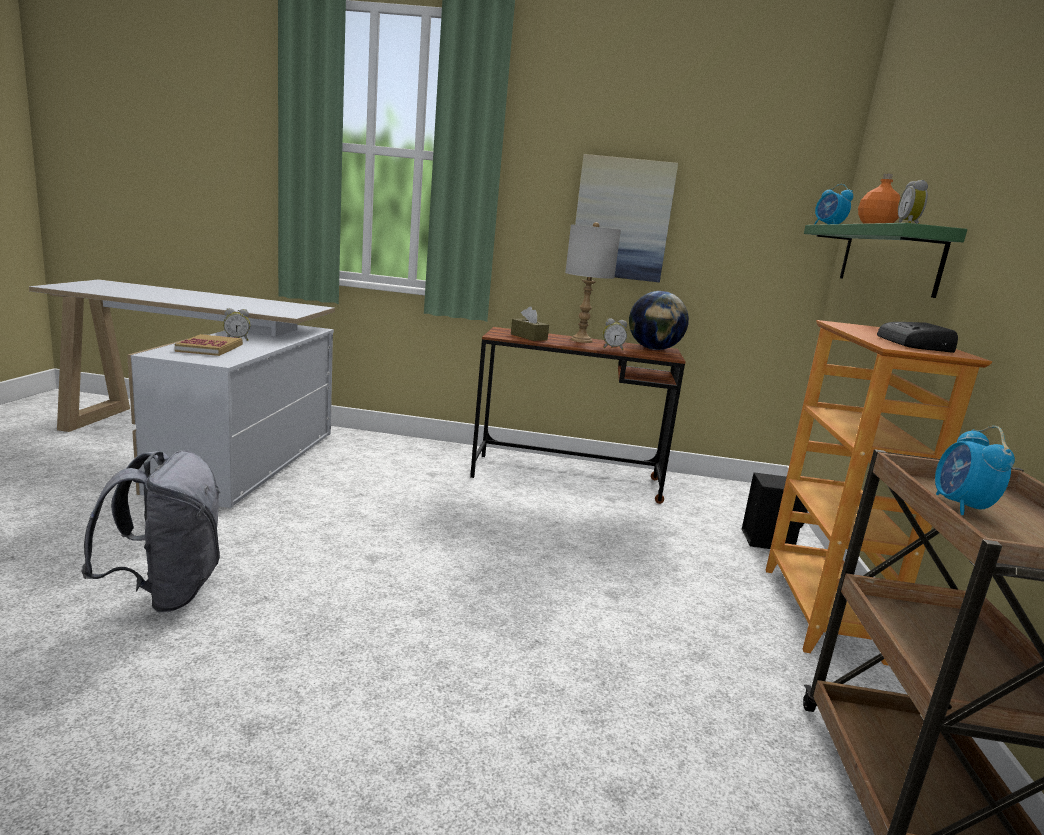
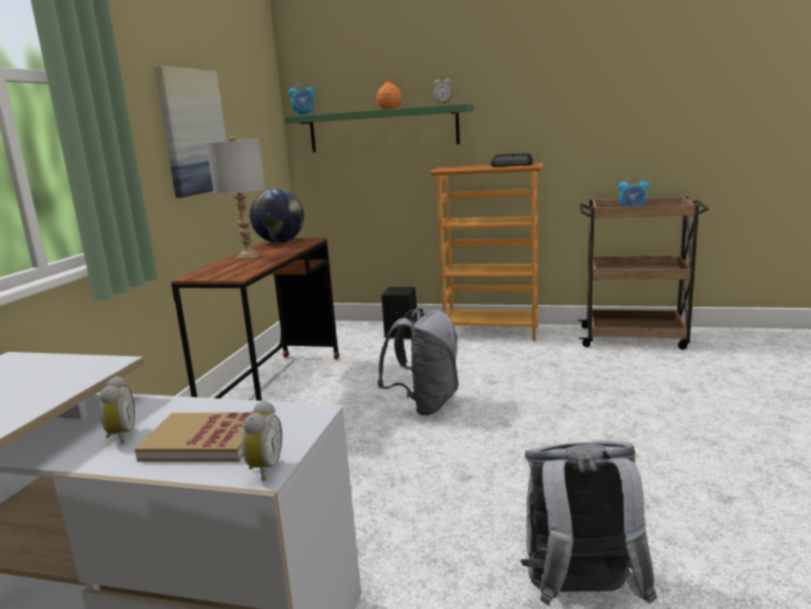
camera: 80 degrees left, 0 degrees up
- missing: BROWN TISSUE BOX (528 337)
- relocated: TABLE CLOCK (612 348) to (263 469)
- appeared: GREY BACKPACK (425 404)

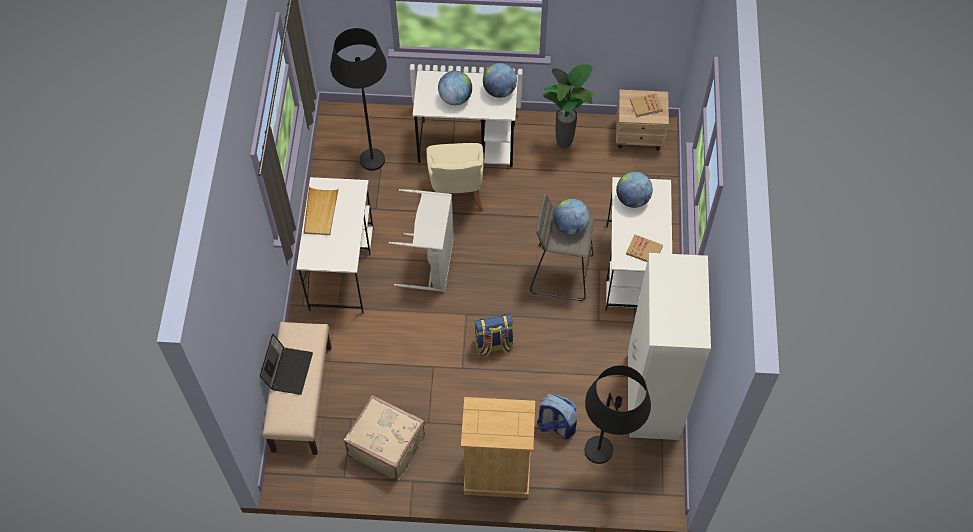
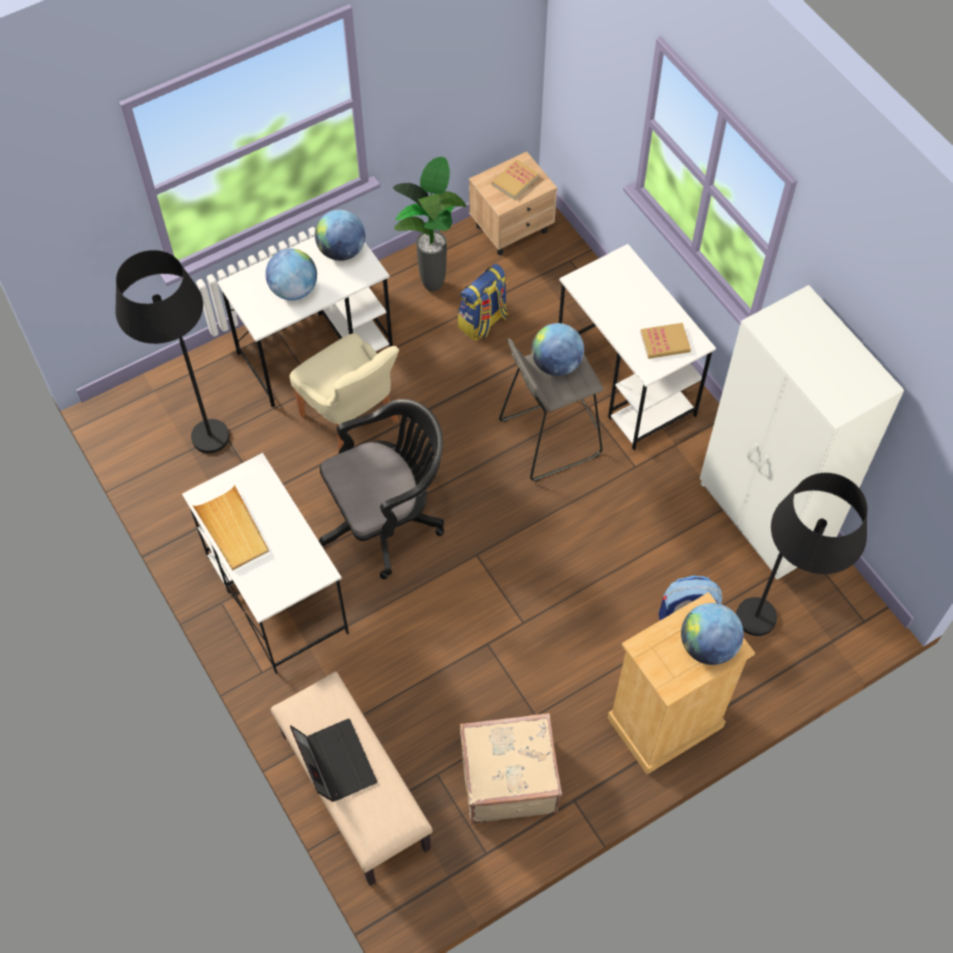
camera: 35 degrees left, 0 degrees up
- relocated: DESK GLOBE (632 199) to (707 646)
- exchanged: GREY HAMPER (432 263) to BLACK DESK CHAIR (387 519)
- relocated: BACKPACK (493 345) to (483 322)

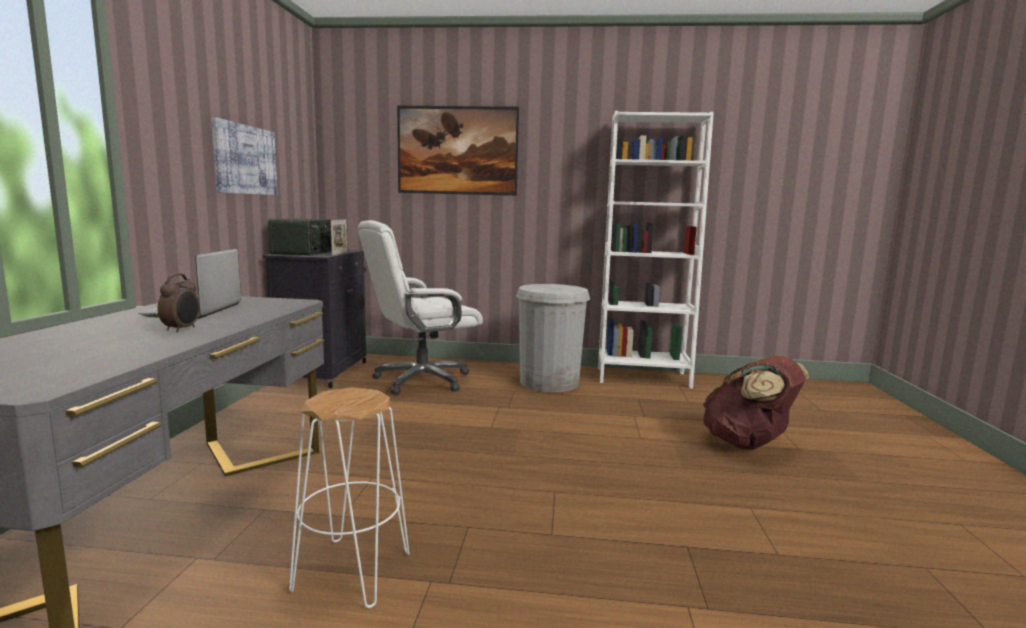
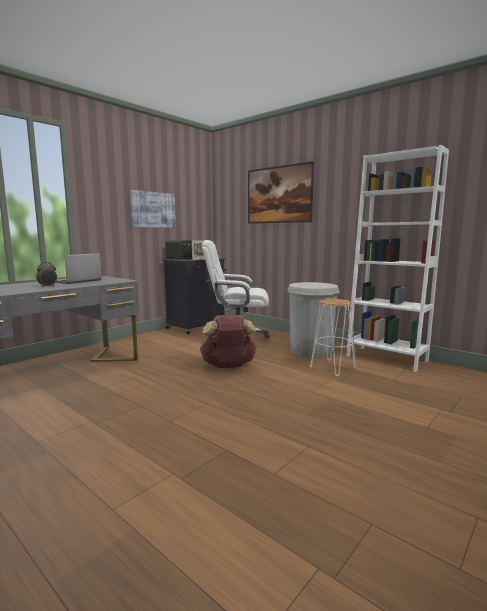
camera: 35 degrees right, 0 degrees up
- relocated: BROWN BACKPACK (748 444) to (228 366)
- relocated: WHITISH STOOL SEAT (351 572) to (332 367)

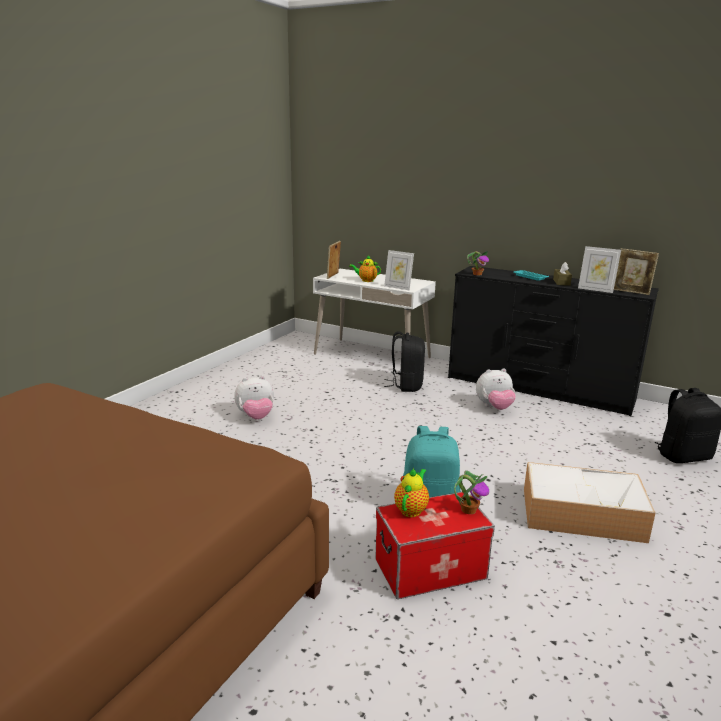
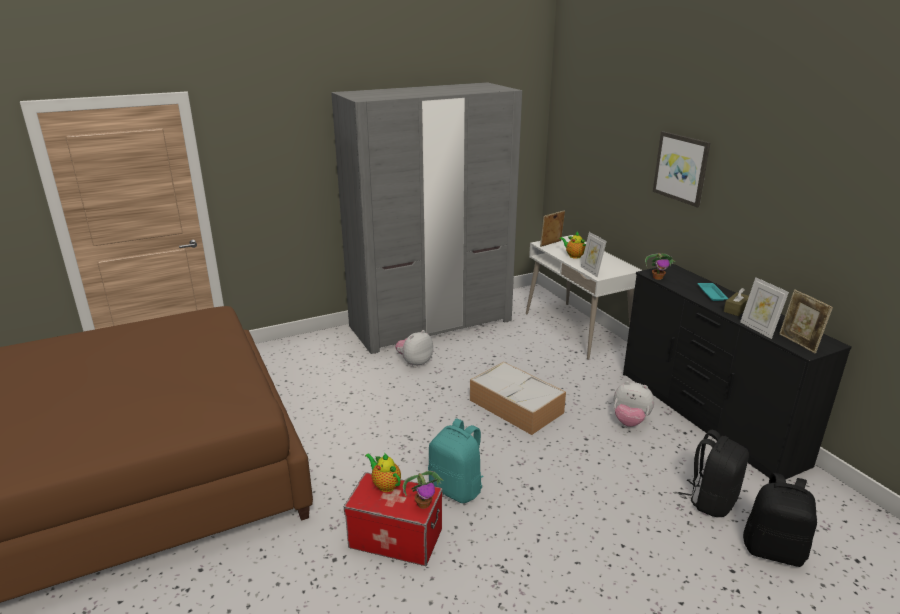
camera: 35 degrees right, 5 degrees up
- relocated: BLACK BACKPACK (406 385) to (711 500)
- spun: SOFT TOY (256 417) = (414 362) 120 degrees clockwise
- relocated: STORAGE BOX (583 514) to (517 407)
- spun: POT FOR TEA (411 509) = (385 485) 105 degrees counterclockwise
- appeared: GREY CLOTHES CUPBOARD (431 323)
- appeared: WALL PICTURE (681 168)

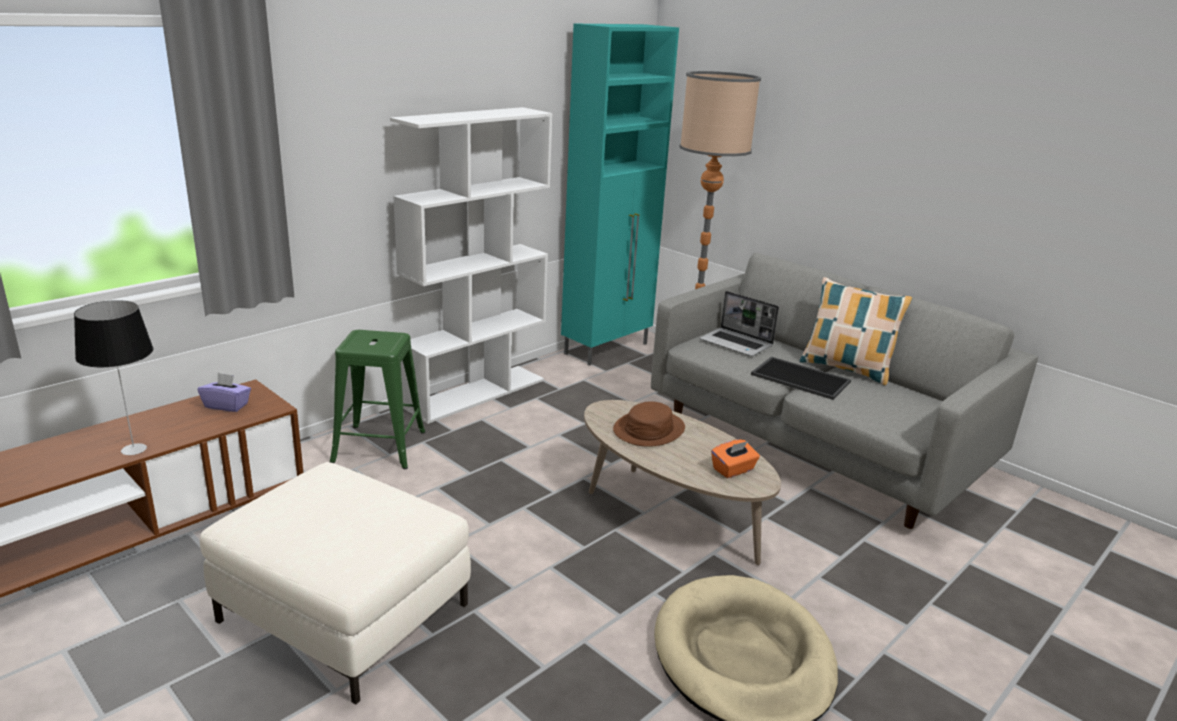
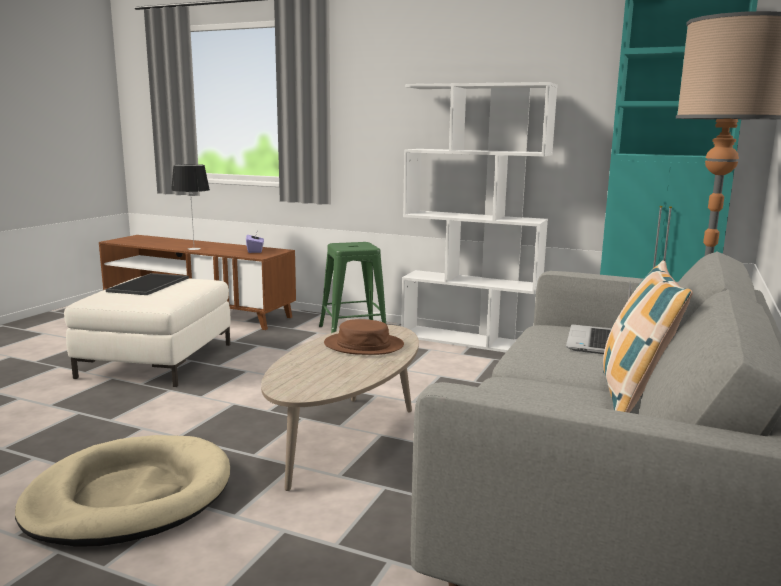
camera: 70 degrees right, 10 degrees down
- relocated: TRAY (802 378) to (149 285)
- missing: ORANGEY TISSUE BOX (733 470)

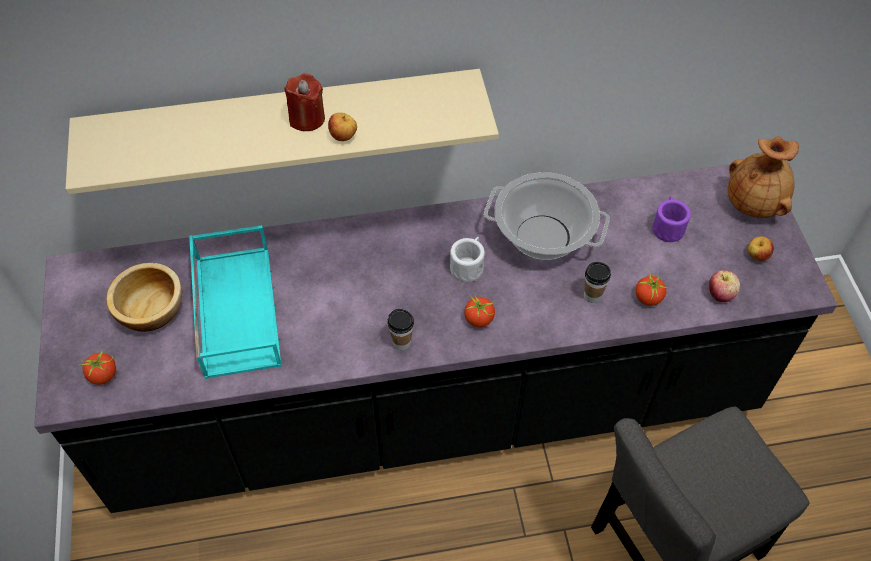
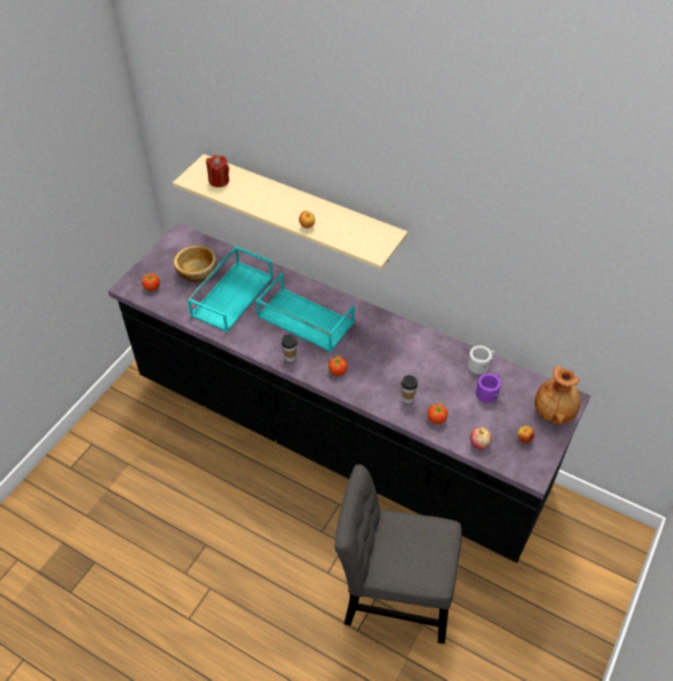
camera: 40 degrees right, 5 degrees down
- relocated: RED-COLOURED CANDLE (307 118) to (219 181)
- missing: STOCKPOT (543 237)
- relocated: WHITISH COFFEE MUG (468 266) to (480 365)
- appeared: BLUE-GREEN TRAY (304 320)

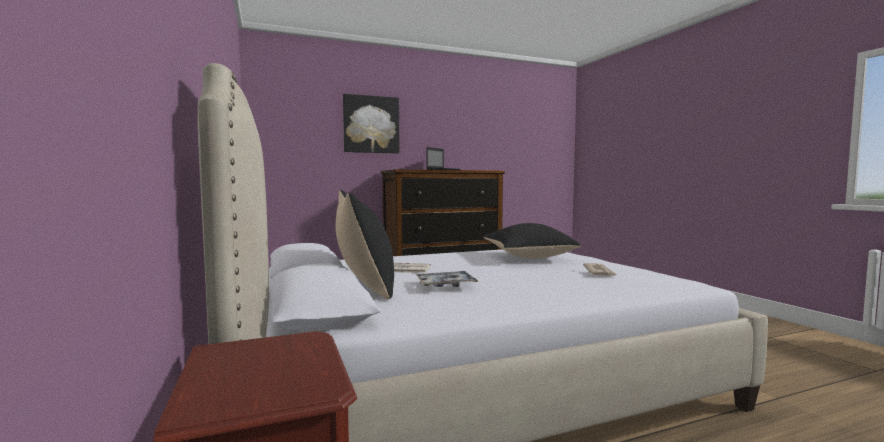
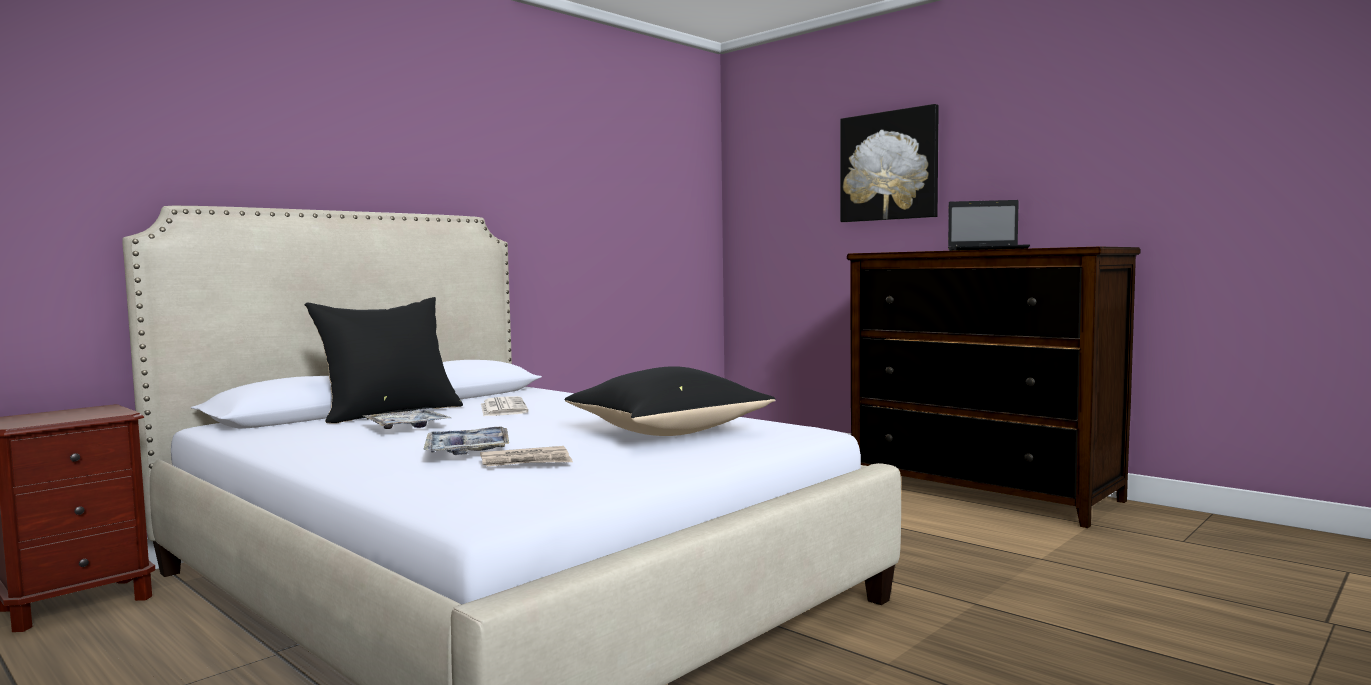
camera: 65 degrees right, 0 degrees up
- appeared: TRAY (467 450)

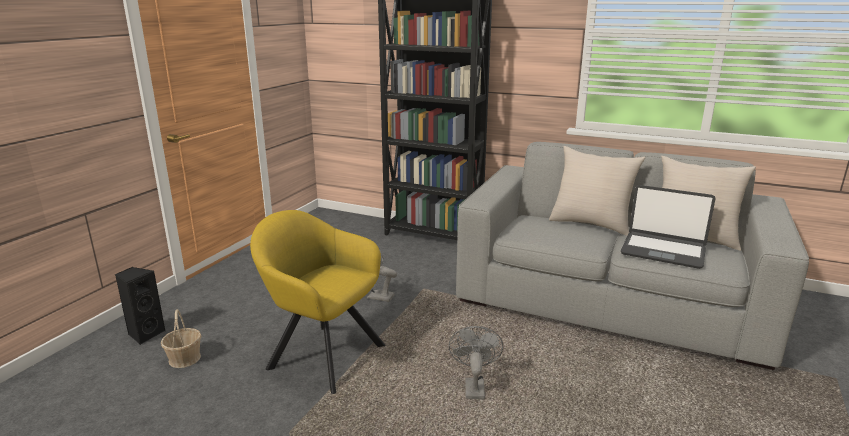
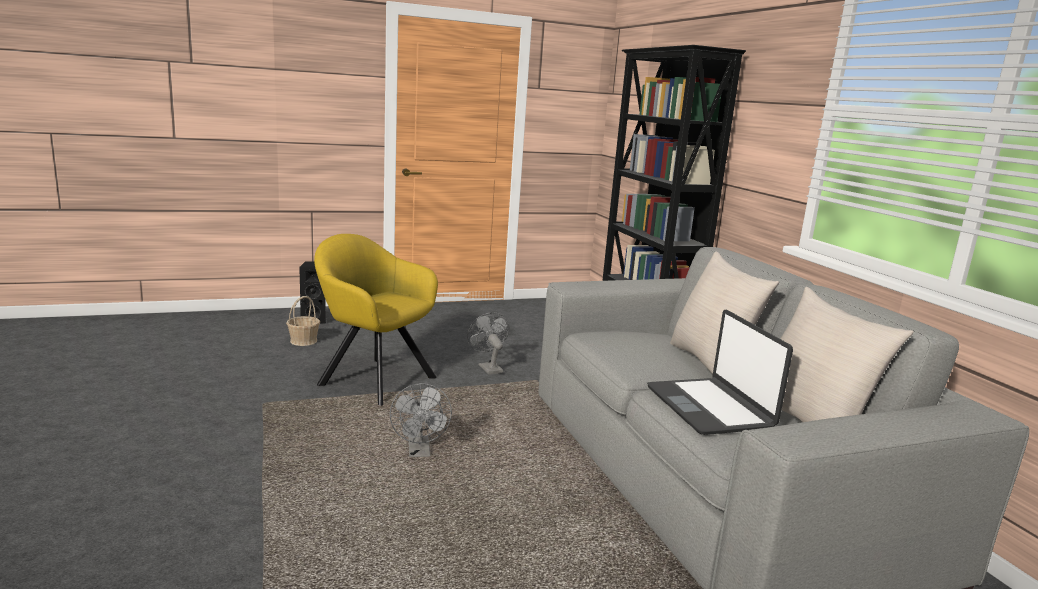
camera: 45 degrees right, 5 degrees down
- spun: YELLOW-COLOURED EASY CHAIR (322 354) = (373 379) 45 degrees counterclockwise
- spun: GREY FAN (474 386) = (420 452) 120 degrees clockwise

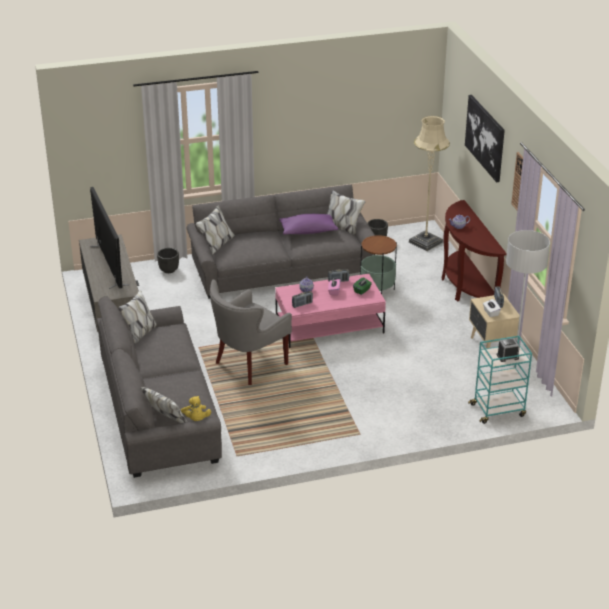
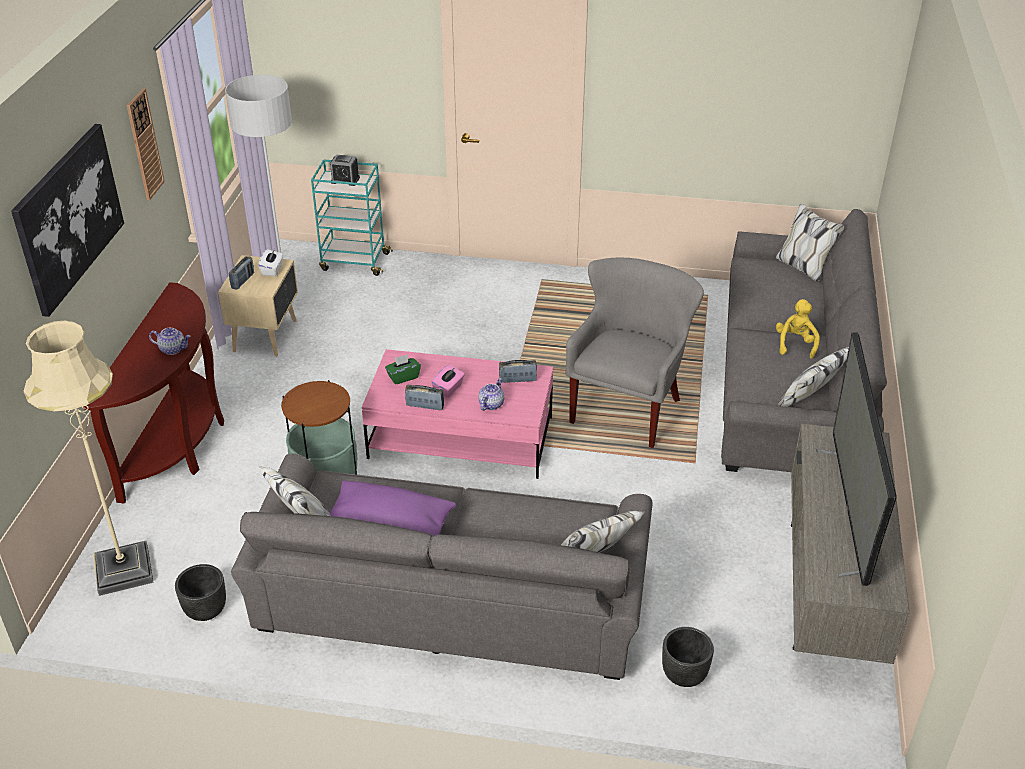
camera: 155 degrees left, 5 degrees up
- spun: GREY EASY CHAIR (249 364) = (628 410) 45 degrees counterclockwise
- relocated: YELLOW-COLOURED SOFT TOY (196 419) to (795 344)

